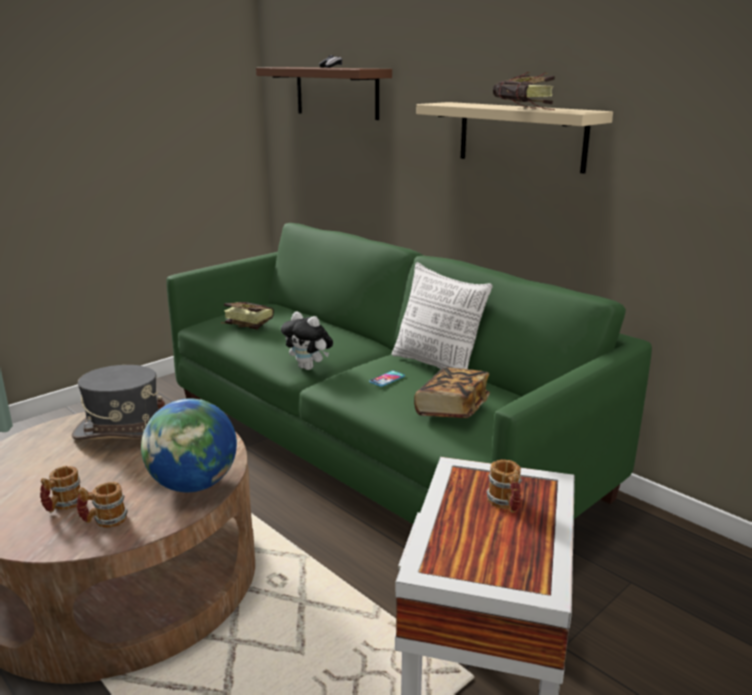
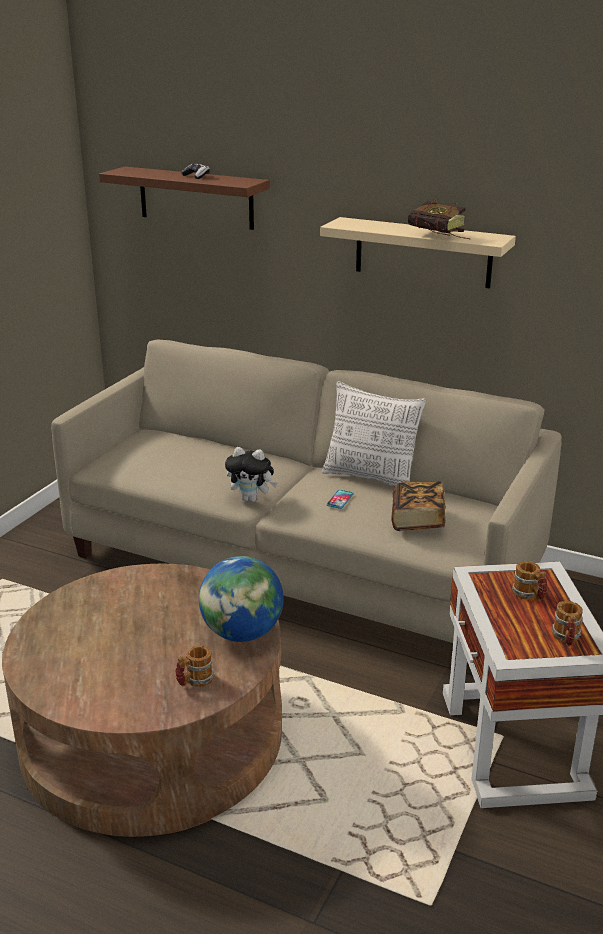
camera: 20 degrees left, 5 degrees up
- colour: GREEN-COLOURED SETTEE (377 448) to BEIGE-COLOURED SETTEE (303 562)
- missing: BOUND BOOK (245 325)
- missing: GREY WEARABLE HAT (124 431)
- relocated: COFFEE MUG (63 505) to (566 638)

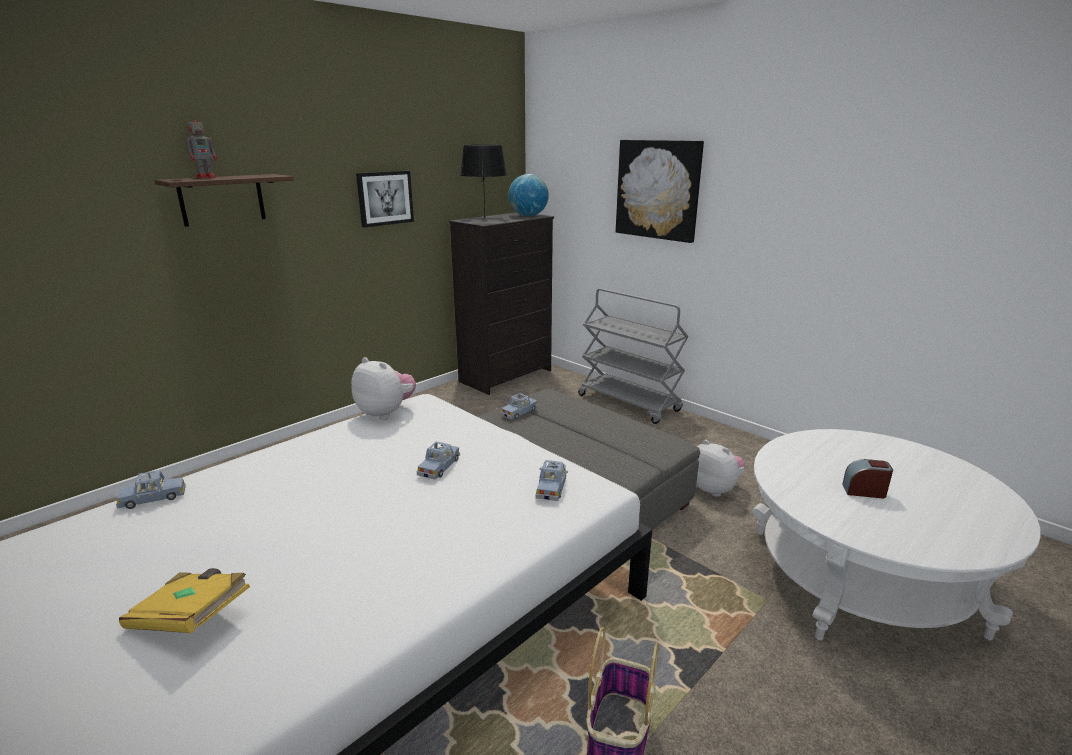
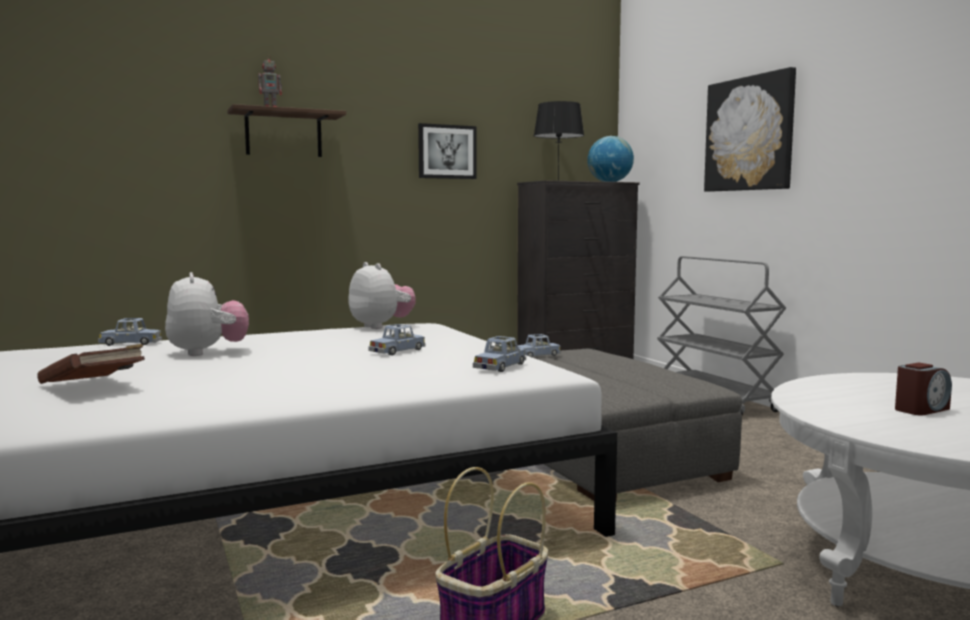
camera: 20 degrees right, 15 degrees down
- relocated: SOFT TOY (714 489) to (207 352)
- spun: TABLE CLOCK (864 491) = (921 409) 120 degrees clockwise
- colour: YELLOW-COLOURED BOUND BOOK (192 618) to BROWN BOUND BOOK (94 386)

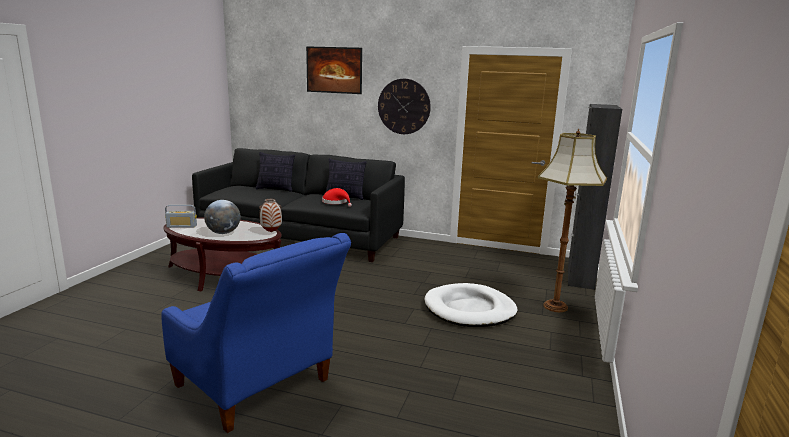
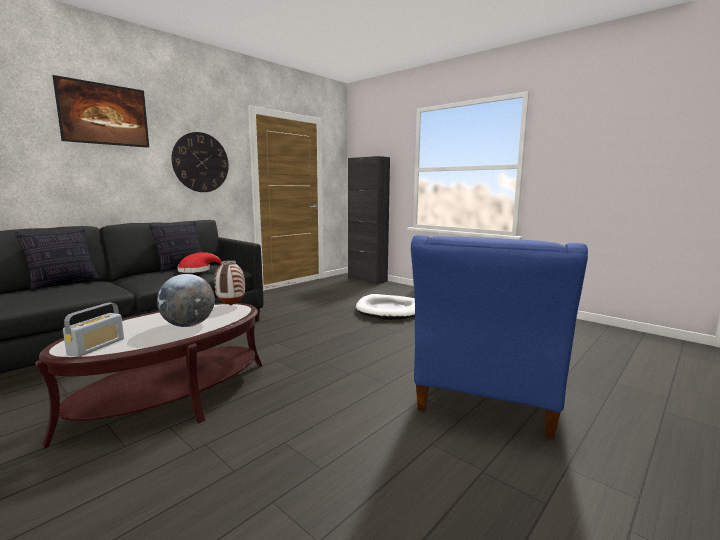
camera: 65 degrees left, 5 degrees down
- missing: STANDARD LAMP (556 306)
- spun: BLUISH EASY CHAIR (258 387) = (485 402) 135 degrees clockwise

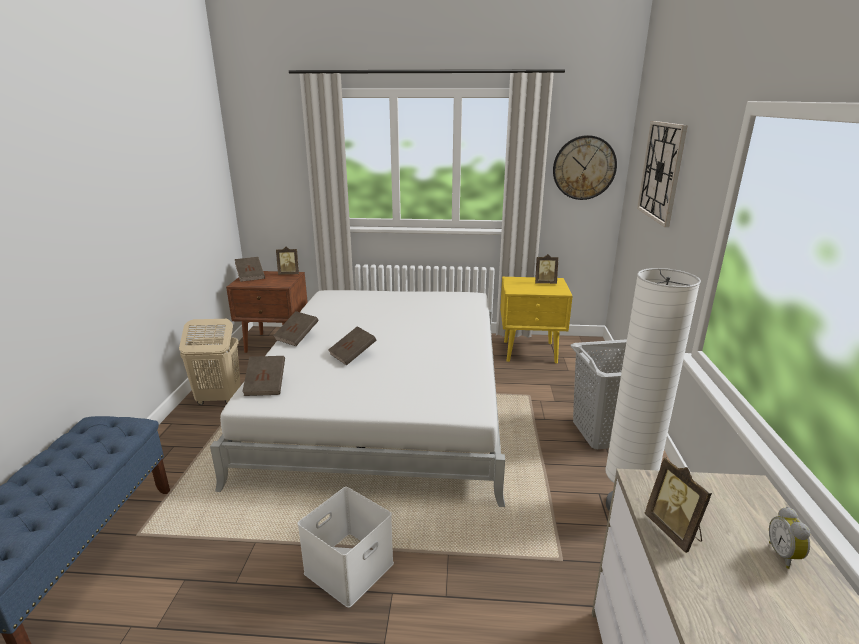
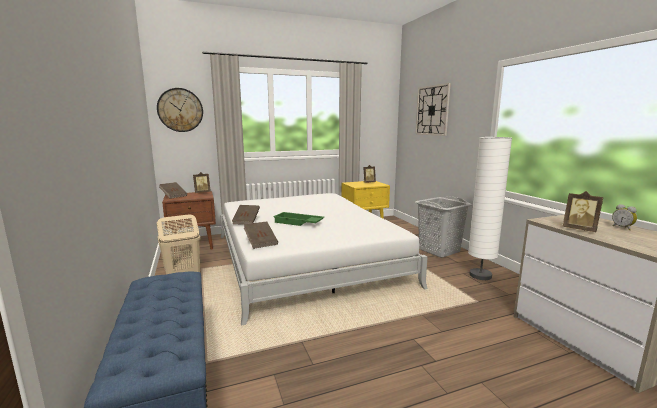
camera: 25 degrees left, 10 degrees down
- relocated: HANGING CLOCK (584 168) to (180 110)
- exchanged: BROWN BOUND BOOK (353 355) to GREEN-COLOURED TRAY (298 223)
- missing: WHITISH STORAGE BOX (349 566)

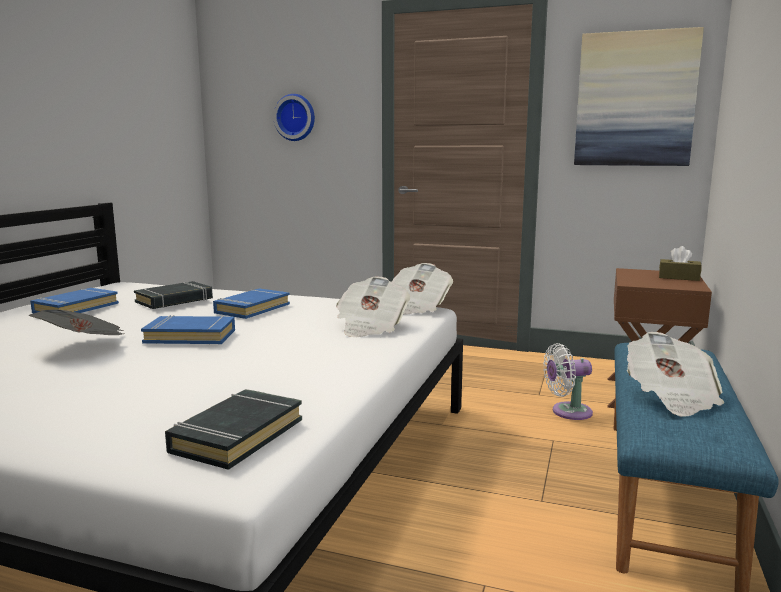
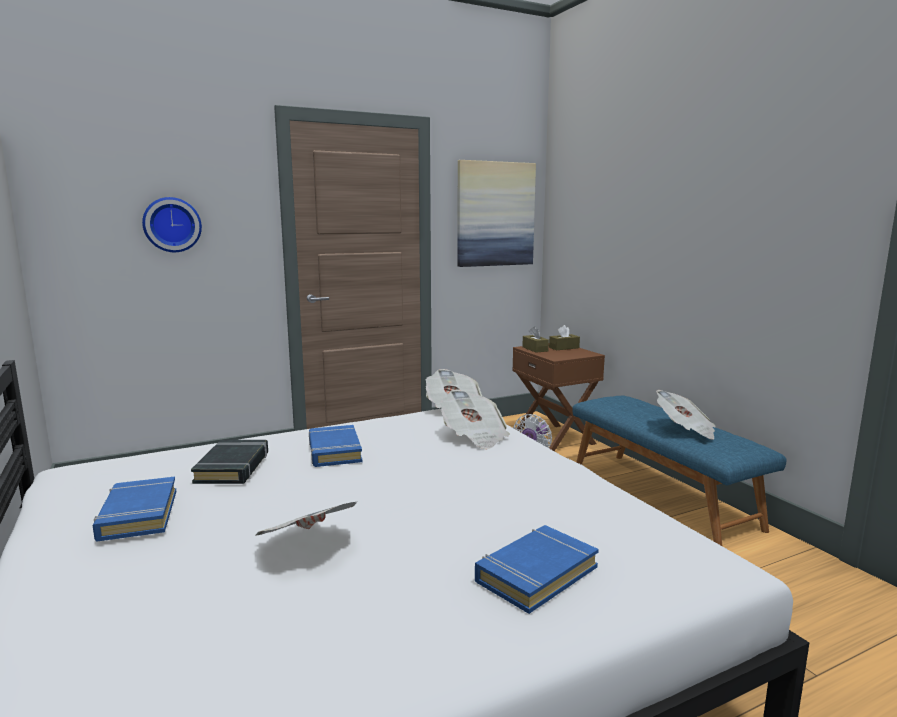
camera: 45 degrees left, 0 degrees up
- relocated: BLUISH BOUND BOOK (190 336) to (536 574)
- missing: BLACK BOUND BOOK (237 435)
- appeared: BROWN TISSUE BOX (535 349)

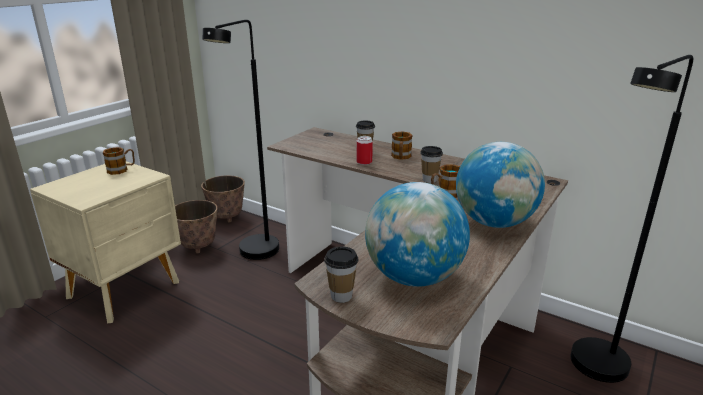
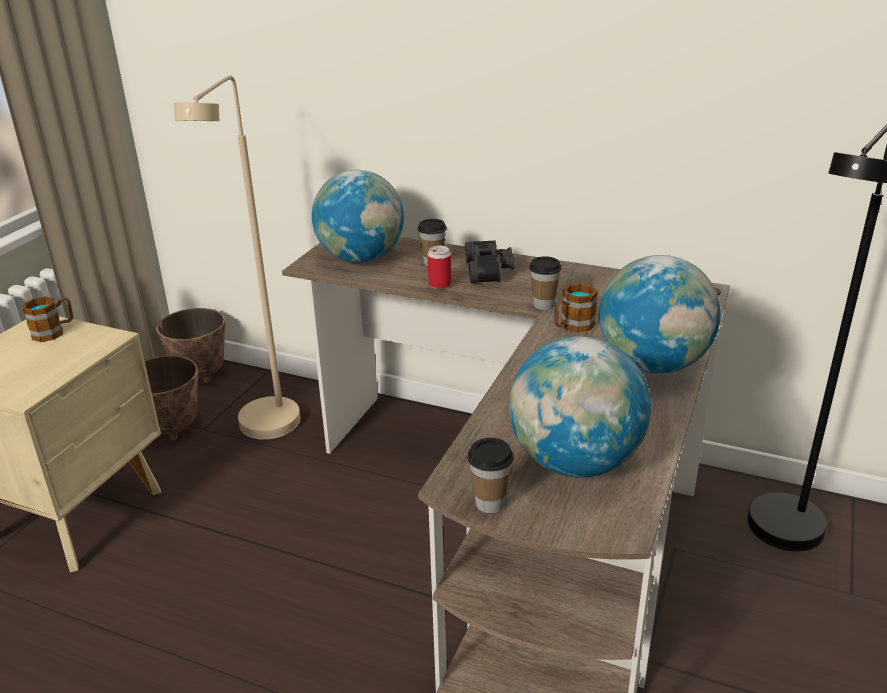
camera: 10 degrees left, 5 degrees up
- colour: BLACK STANDARD LAMP (255 255) to BEIGE-COLOURED STANDARD LAMP (266 432)
- exchanged: COFFEE MUG (401 157) to BLACK FIELD GLASSES (490 270)
- appeared: DESK GLOBE (361 259)

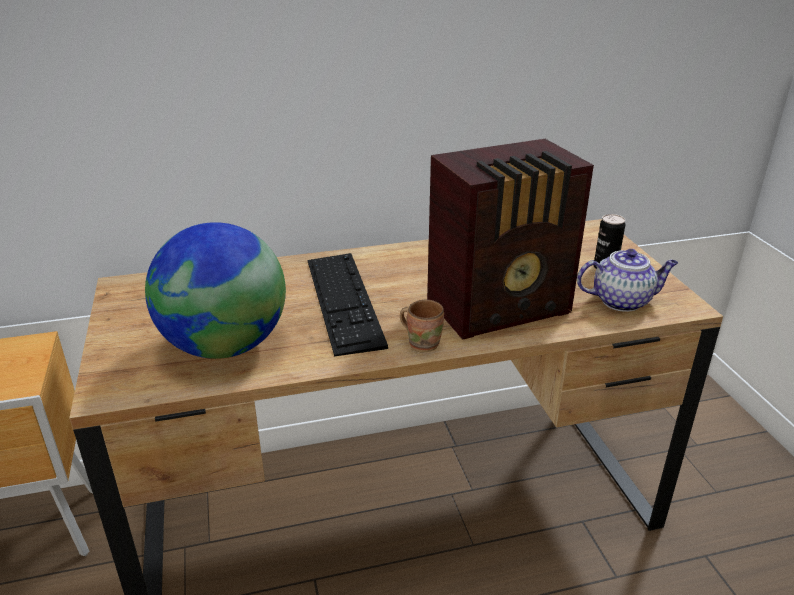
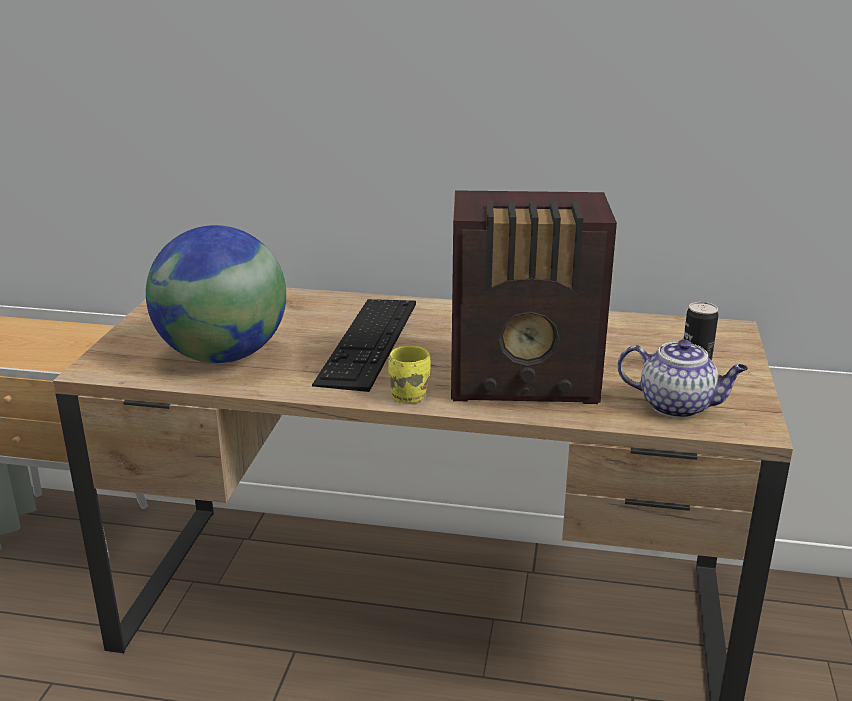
camera: 25 degrees right, 5 degrees down
- colour: BROWN COFFEE MUG (423 343) to YELLOW-COLOURED COFFEE MUG (409 395)

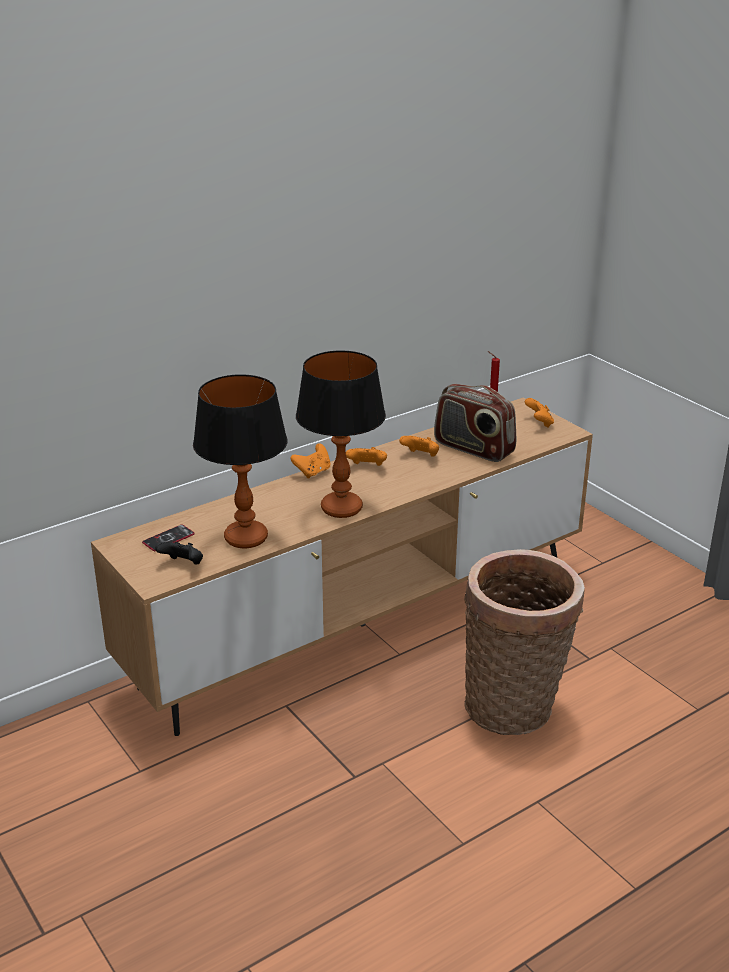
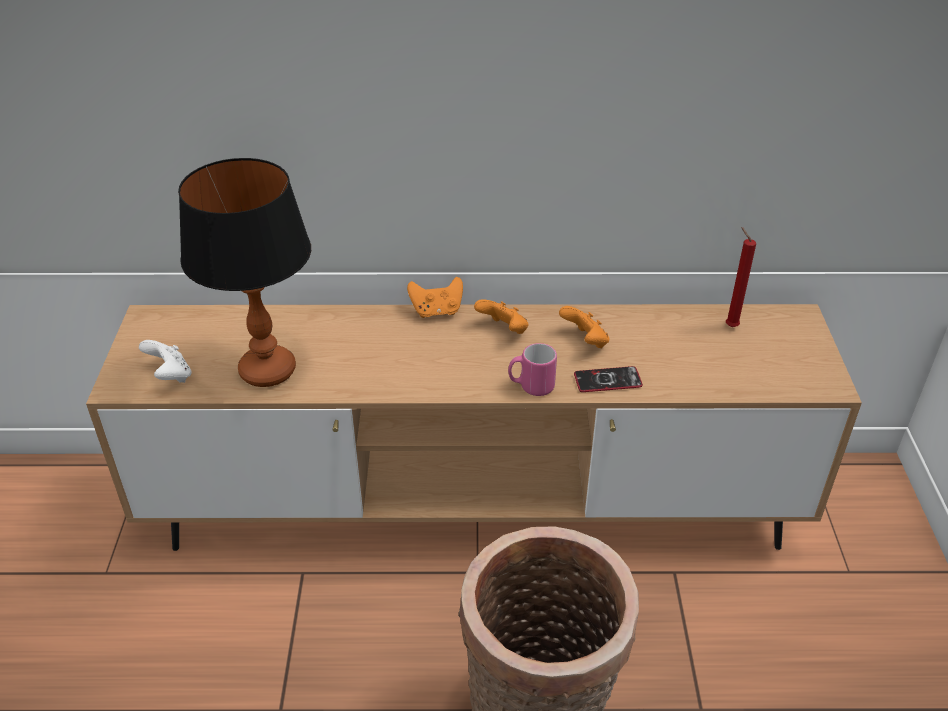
camera: 35 degrees right, 10 degrees up
- missing: TABLE LAMP (341 509)
- missing: RADIO SET (473 448)
- missing: ORANGEY GAMEPAD (539 423)
- relocated: HANDSET (168 539) to (607 380)
- colour: BLACK GAMEPAD (183 565) to WHITISH GAMEPAD (170 376)
- appeared: PINKISH COFFEE MUG (531 386)

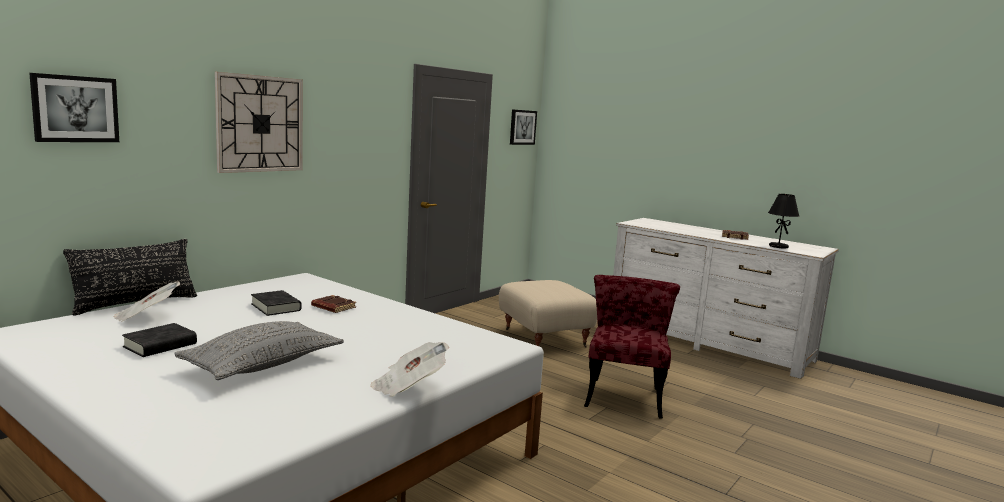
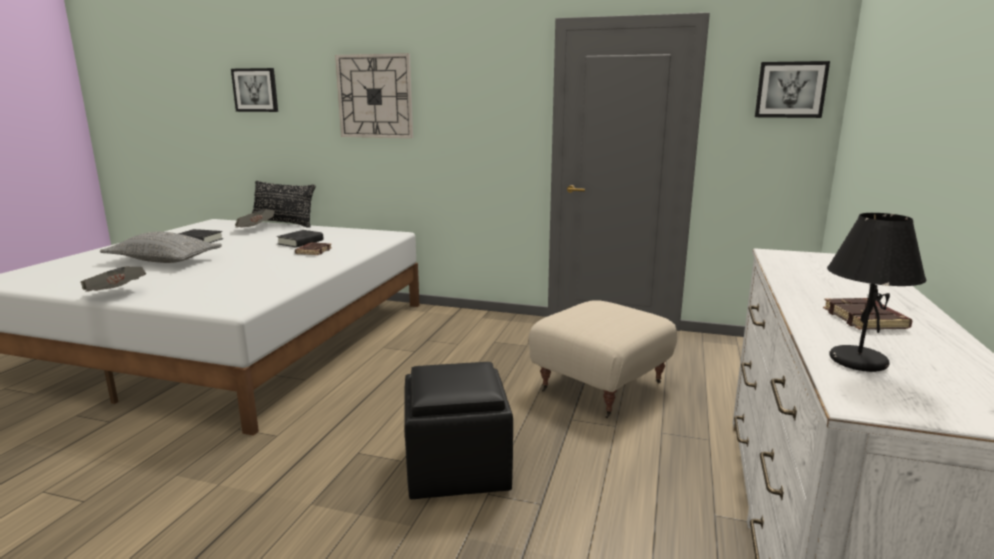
camera: 70 degrees right, 5 degrees up
- exchanged: RED-COLOURED CHAIR (624 393) to BLACK OTTOMAN (458 469)

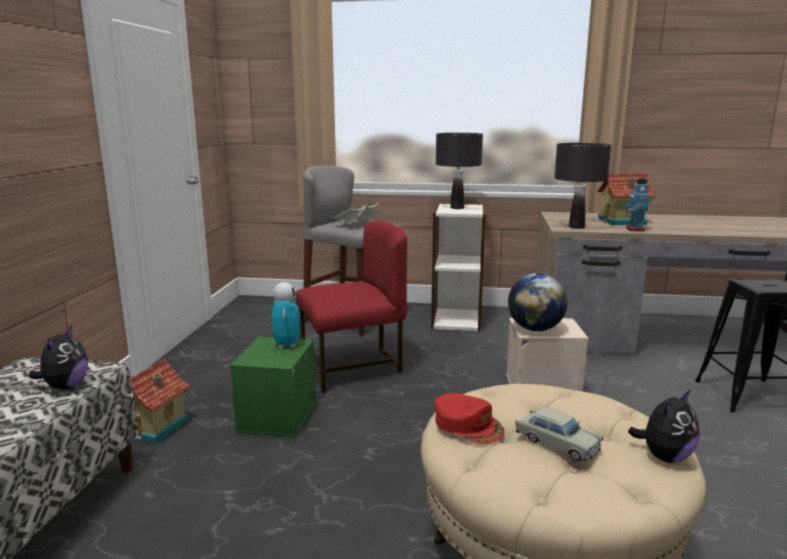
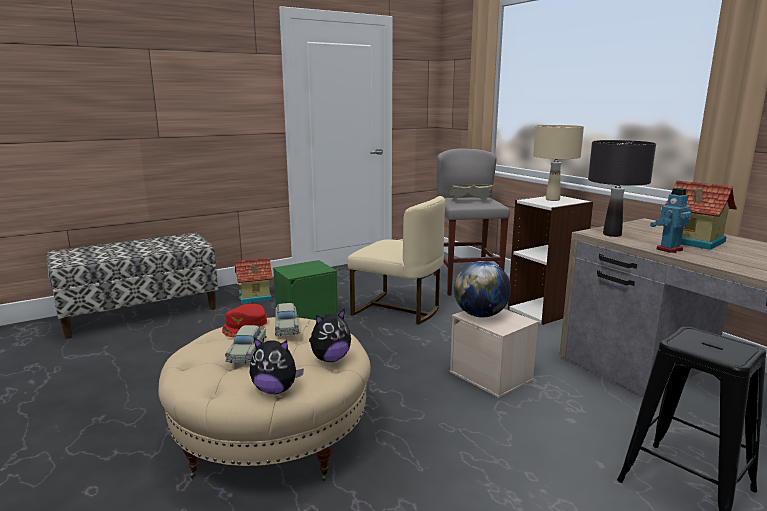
camera: 50 degrees right, 0 degrees up
- colour: BLACK TABLE LAMP (457 208) to BEIGE-COLOURED TABLE LAMP (552 199)
- colour: RED-COLOURED CHAIR (353 367) to BEIGE-COLOURED CHAIR (398 310)
- missing: TOY ROBOT (287 345)
- relocated: SOFT TOY (65 386) to (330 359)
- appeared: BEIGE-COLOURED TOY CAR (287 327)

